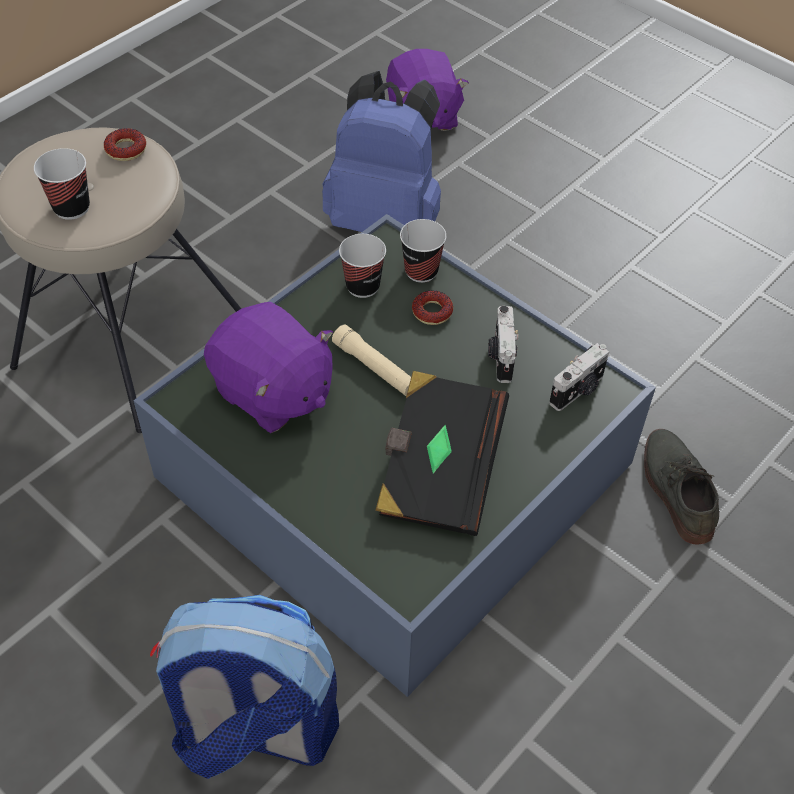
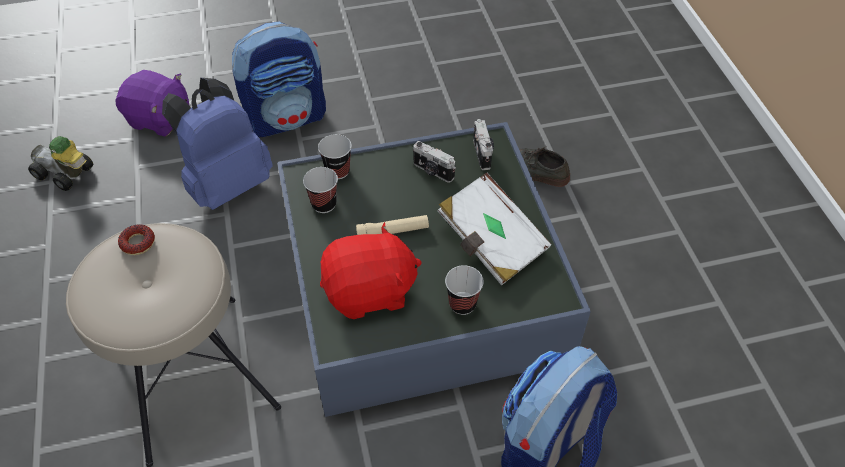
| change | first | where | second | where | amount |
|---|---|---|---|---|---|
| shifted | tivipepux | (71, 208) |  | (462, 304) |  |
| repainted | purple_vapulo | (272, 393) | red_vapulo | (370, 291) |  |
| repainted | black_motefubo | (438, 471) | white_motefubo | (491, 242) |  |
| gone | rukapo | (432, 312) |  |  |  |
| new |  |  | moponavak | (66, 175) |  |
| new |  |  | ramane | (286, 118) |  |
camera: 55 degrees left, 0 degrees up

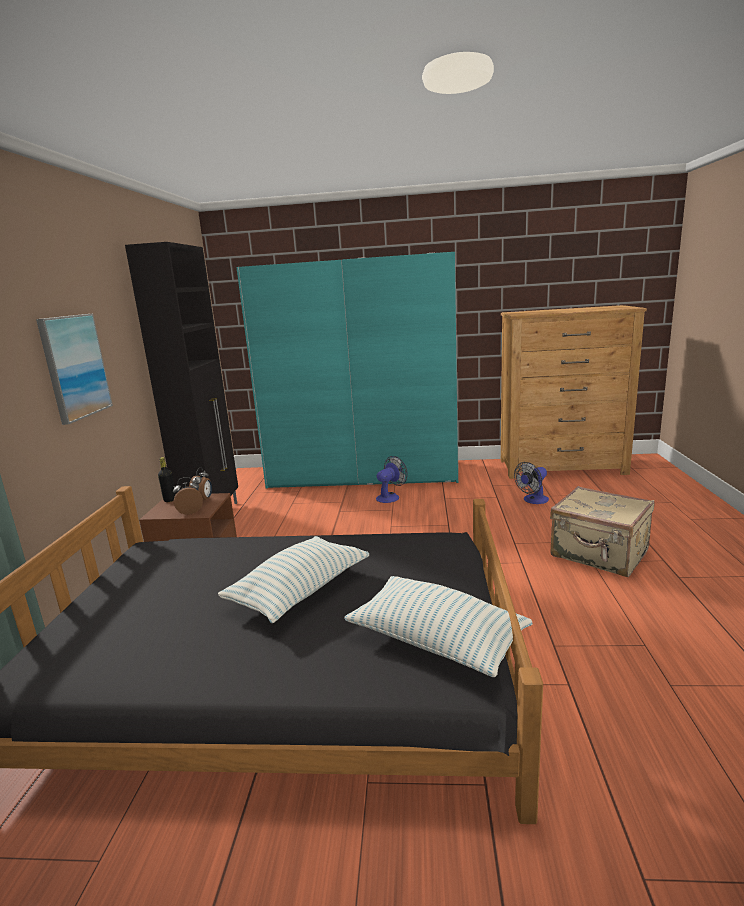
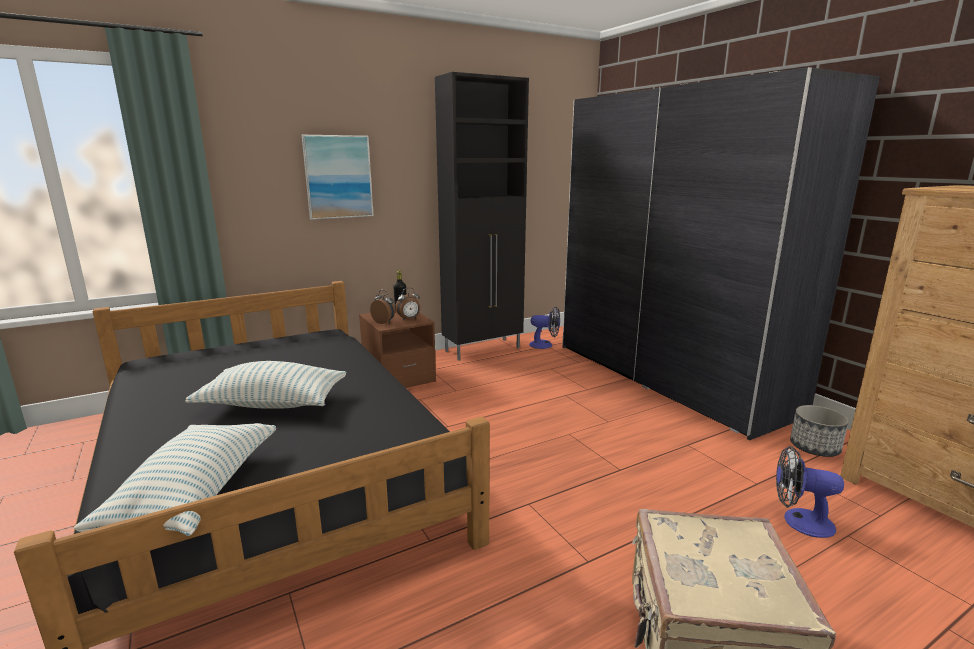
| change | first | where | second | where | amount |
|---|---|---|---|---|---|
| repainted | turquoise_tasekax | (364, 474) | grey_tasekax | (667, 377) |  |
| shifted | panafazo | (390, 497) |  | (545, 345) |  |
| new |  |  | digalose | (814, 448) |  |
camera: 55 degrees right, 0 degrees up

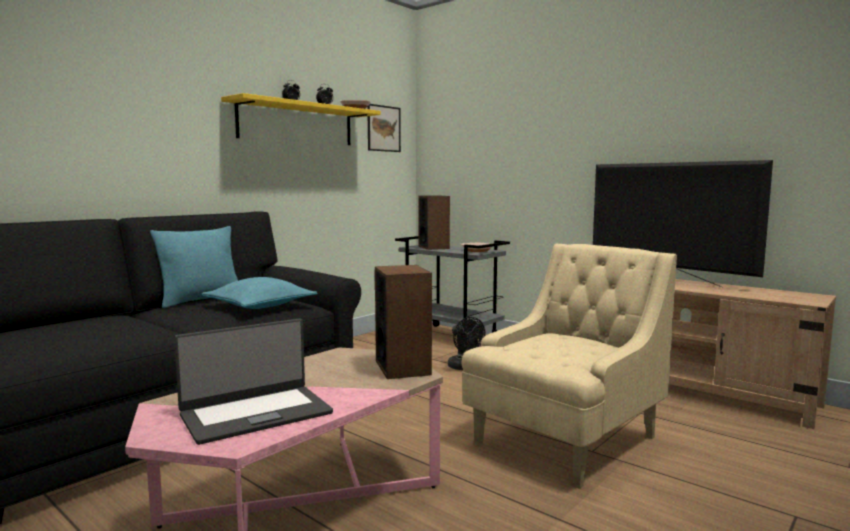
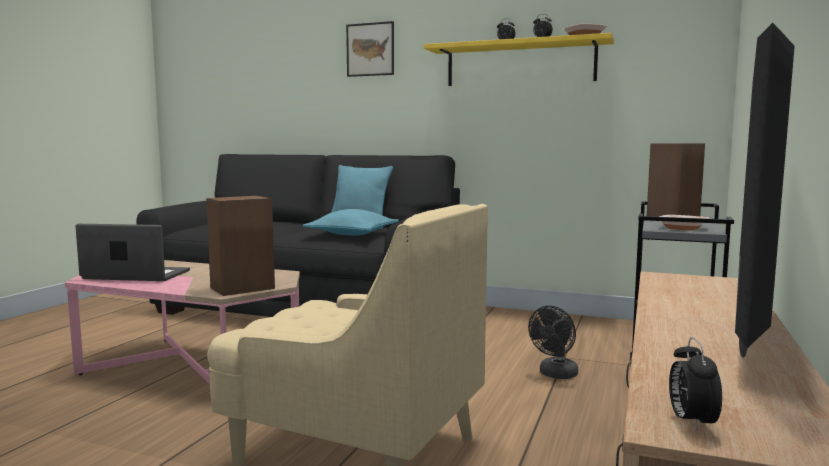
| change | first | where | second | where | amount |
|---|---|---|---|---|---|
| rotated | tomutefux | (255, 413) |  | (135, 275) | 150 degrees clockwise |
| shifted | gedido | (383, 128) |  | (370, 49) |  |
| new |  |  | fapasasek | (691, 422) |  |
camera: 70 degrees right, 0 degrees up

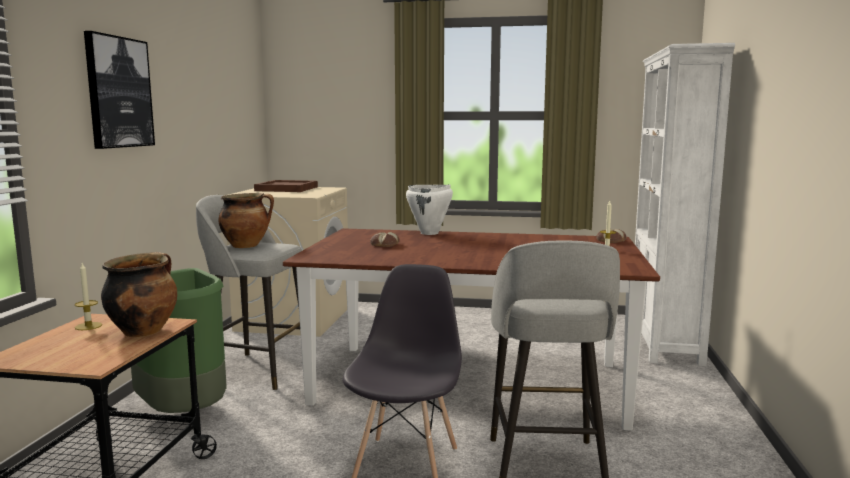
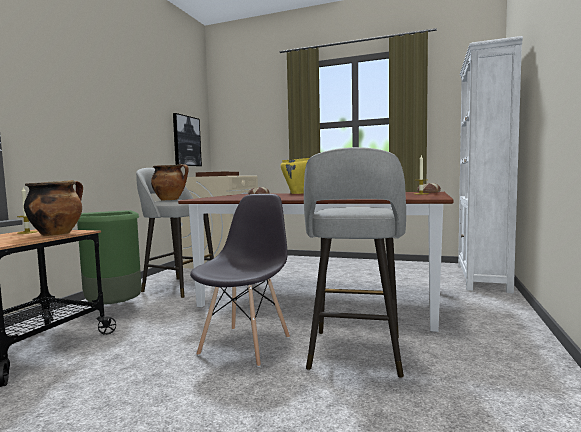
| change | first | where | second | where | amount |
|---|---|---|---|---|---|
| shifted | gedido | (118, 92) |  | (186, 141) |  |
| repainted | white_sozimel | (429, 233) | yellow_sozimel | (297, 193) |  |
camera: 10 degrees right, 5 degrees down

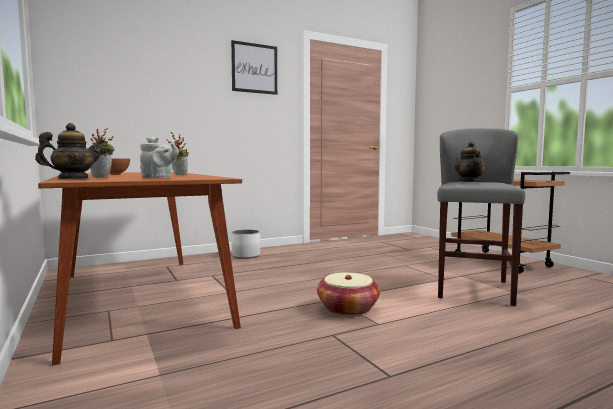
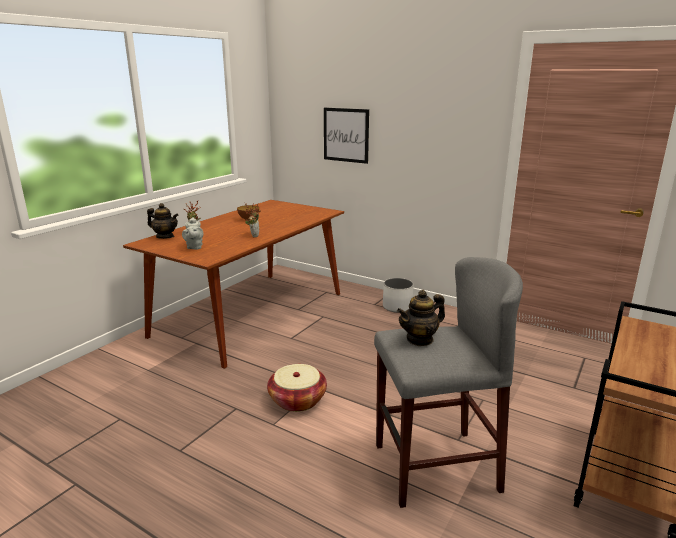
| change | first | where | second | where | amount |
|---|---|---|---|---|---|
| shifted | gedido | (254, 68) |  | (346, 135) |  |
camera: 60 degrees right, 15 degrees up

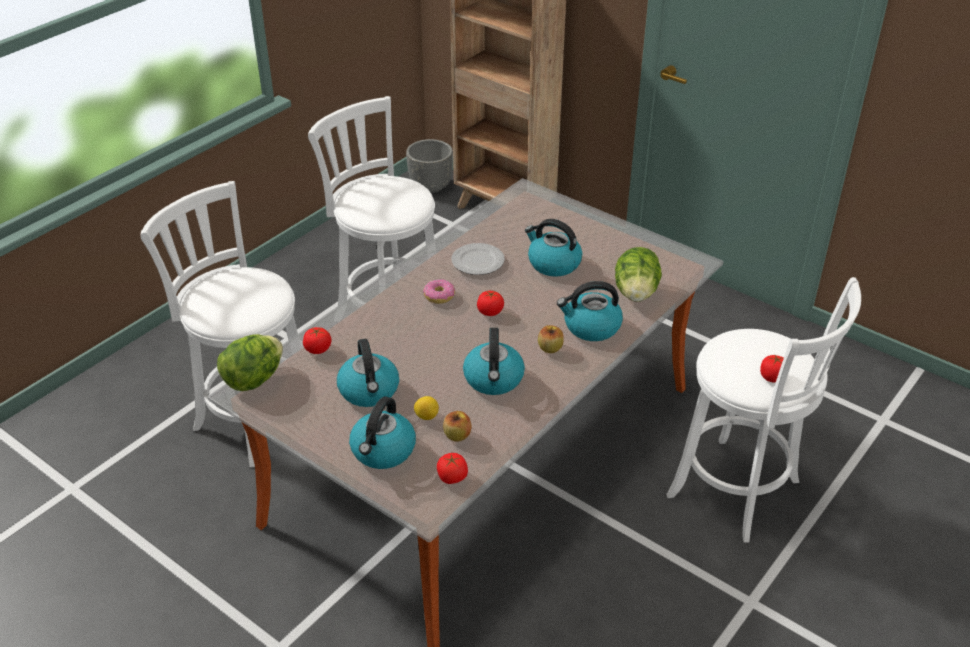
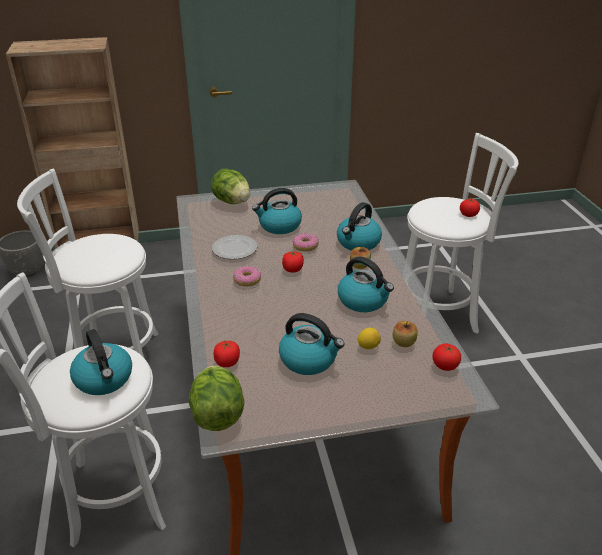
| change | first | where | second | where | amount |
|---|---|---|---|---|---|
| shifted | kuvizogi | (383, 451) |  | (104, 379) |  |
| shifted | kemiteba | (636, 293) |  | (232, 202) |  |
| new |  |  | rukapo | (305, 246) |  |
camera: 50 degrees left, 5 degrees down

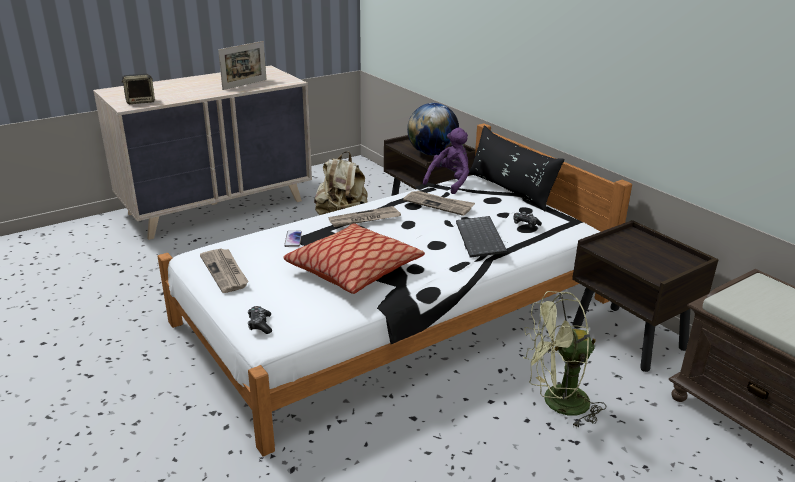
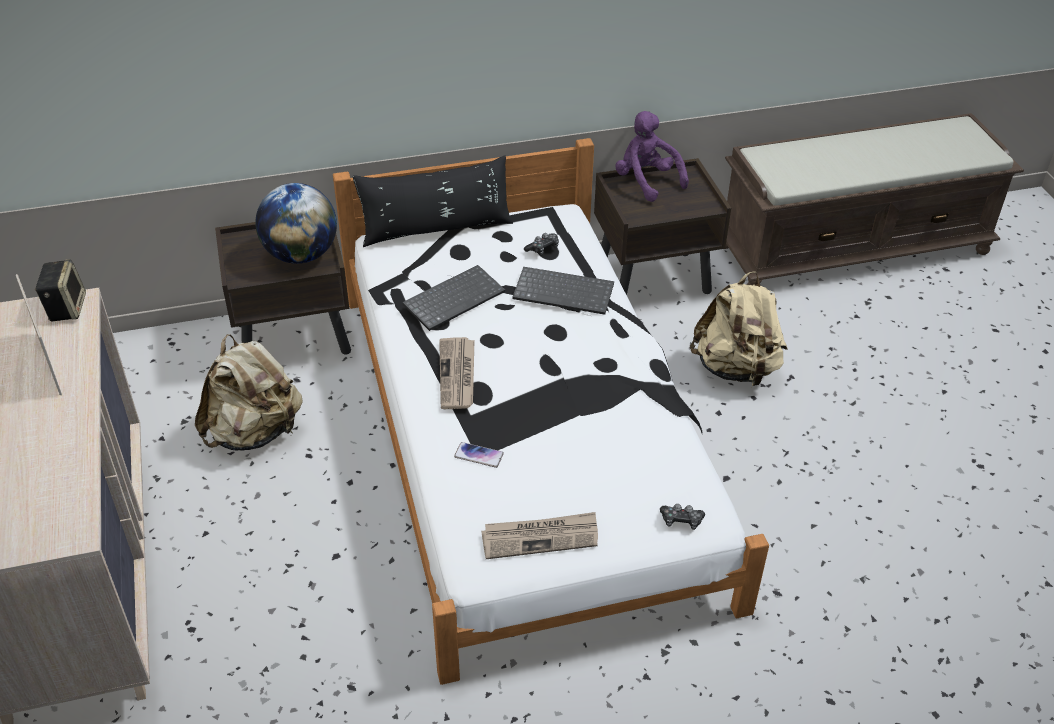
| change | first | where | second | where | amount |
|---|---|---|---|---|---|
| shifted | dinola | (141, 101) |  | (66, 308) |  |
| gone | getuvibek | (354, 270) |  |  |  |
| swapped | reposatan | (439, 204) | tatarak | (454, 298) |  |
| shifted | purple_vapulo | (450, 182) |  | (646, 181) |  |
| swapped | green_panafazo | (556, 403) | beige_ramane | (736, 368) |  |
camera: 70 degrees left, 15 degrees up

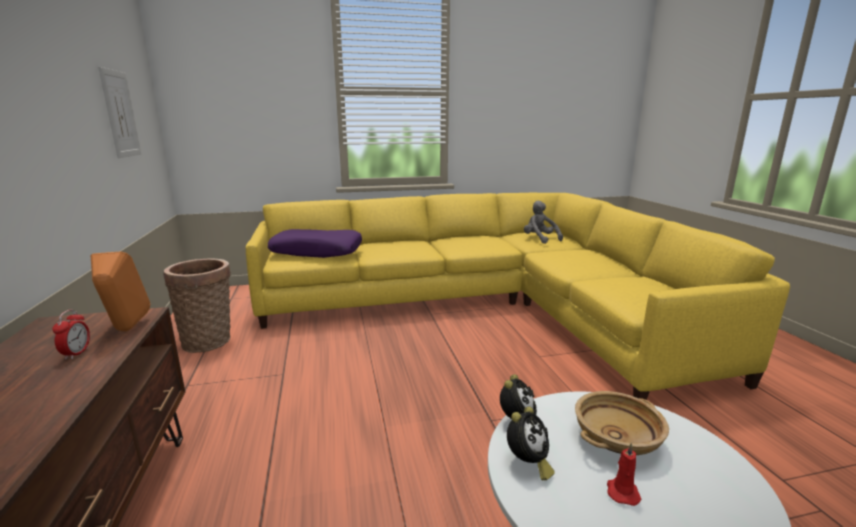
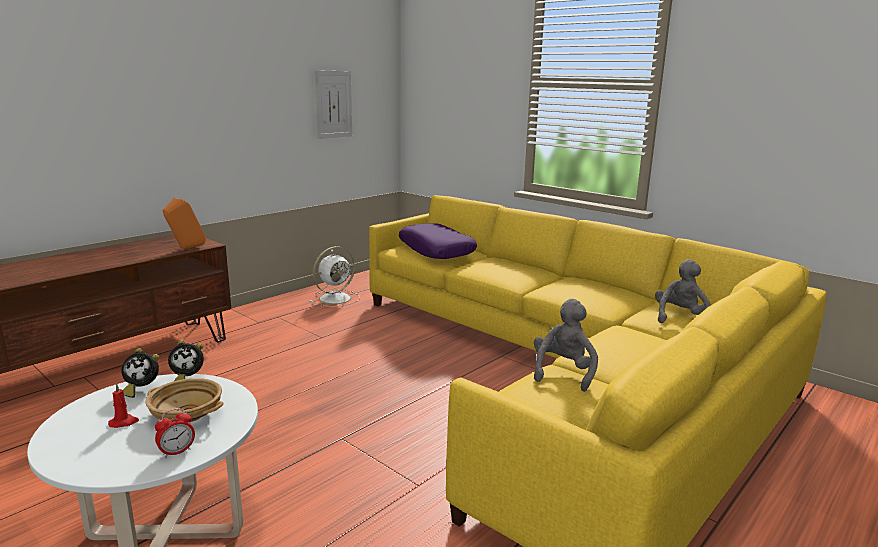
| change | first | where | second | where | amount |
|---|---|---|---|---|---|
| shifted | fapasasek | (77, 353) |  | (177, 452) |  |
| swapped | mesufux | (209, 340) | white_panafazo | (336, 298) |  |
| new |  |  | grey_vapulo | (563, 372) |  |
camera: 55 degrees right, 0 degrees up

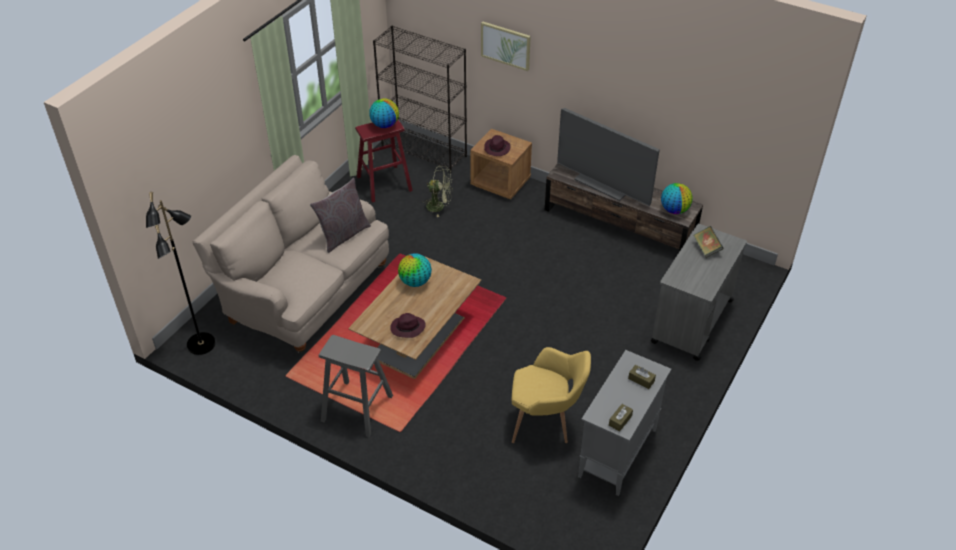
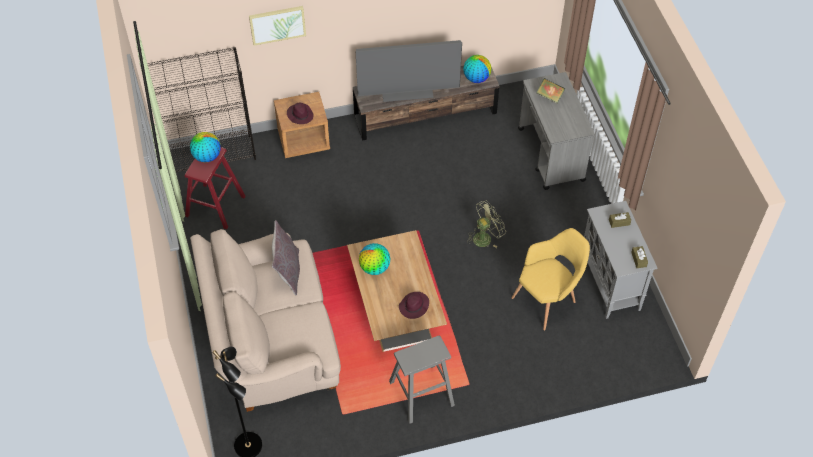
| change | first | where | second | where | amount |
|---|---|---|---|---|---|
| shifted | green_panafazo | (439, 206) |  | (485, 237) |  |
camera: 45 degrees left, 10 degrees up

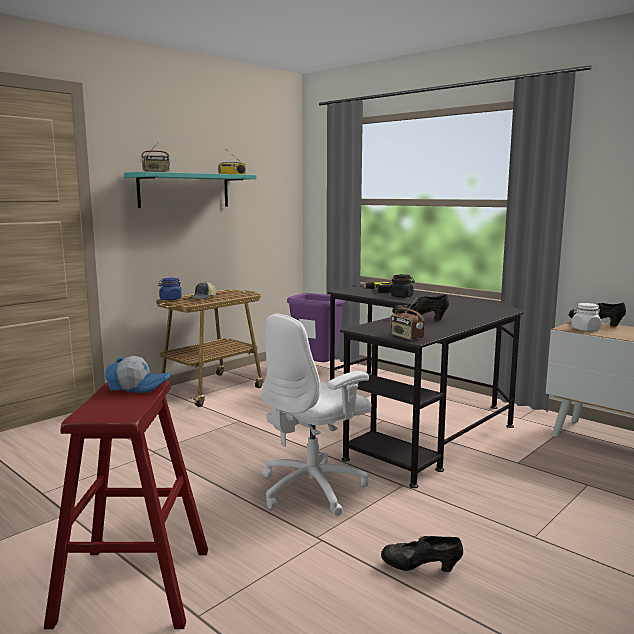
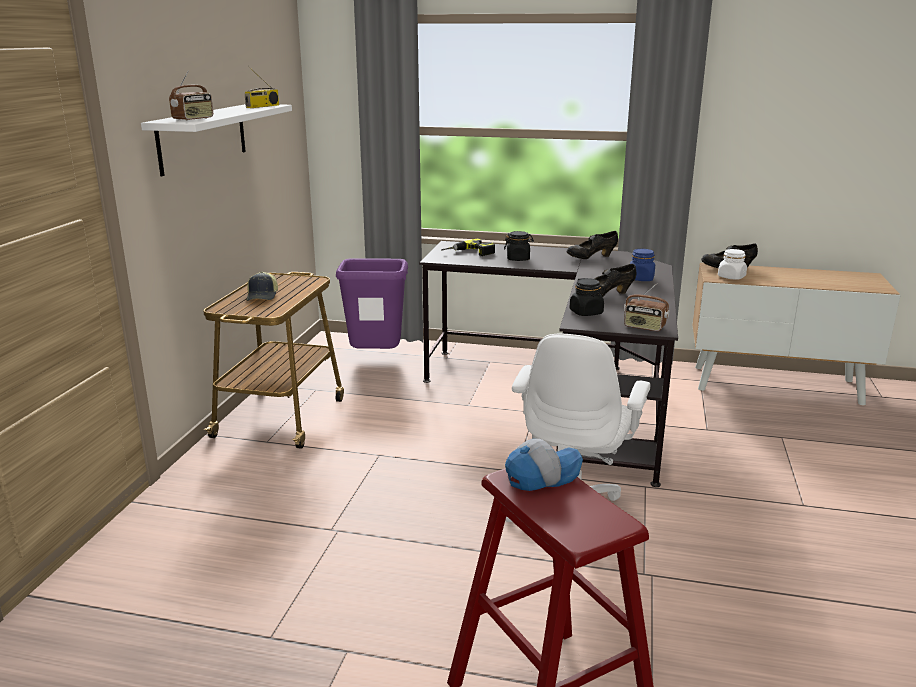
| change | first | where | second | where | amount |
|---|---|---|---|---|---|
| repainted | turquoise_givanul | (184, 190) | white_givanul | (203, 137) |  |
| shifted | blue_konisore | (170, 299) |  | (641, 279) |  |
| shifted | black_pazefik | (420, 568) |  | (591, 258) |  |
| new |  |  | black_konisore | (586, 312) |  |
camera: 30 degrees left, 10 degrees up

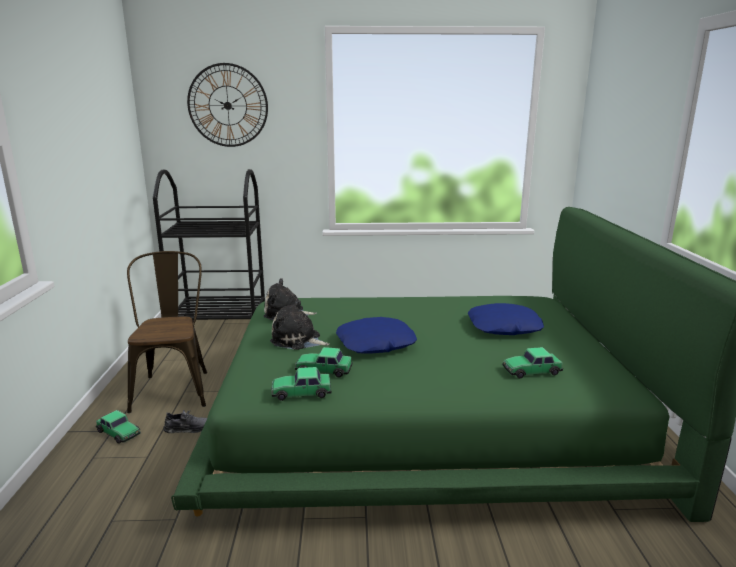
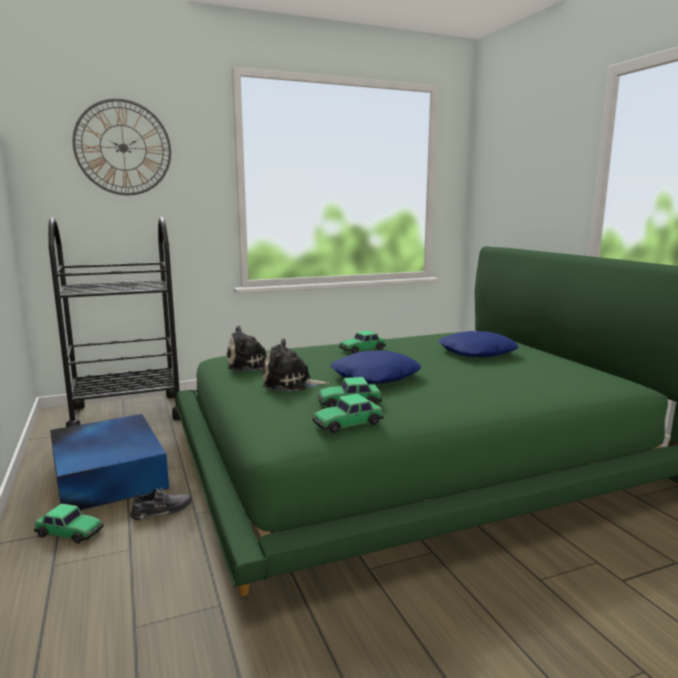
| change | first | where | second | where | amount |
|---|---|---|---|---|---|
| swapped | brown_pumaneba | (174, 387) | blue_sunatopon | (109, 473) |  |
| shifted | moponavak | (531, 371) |  | (362, 349) |  |
camera: 20 degrees left, 5 degrees down

